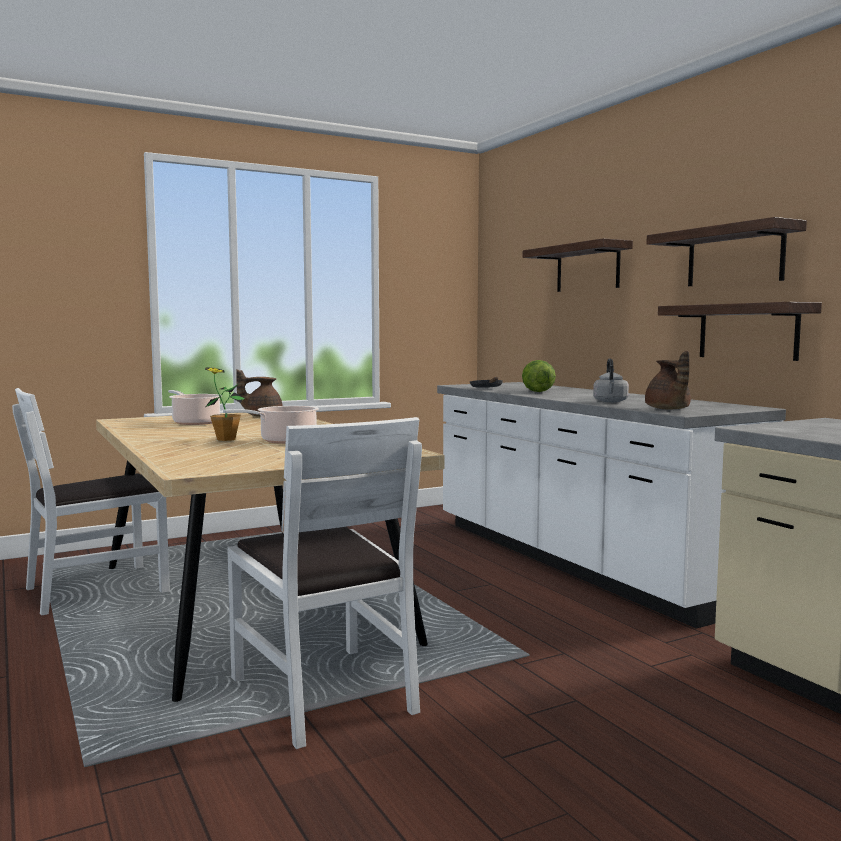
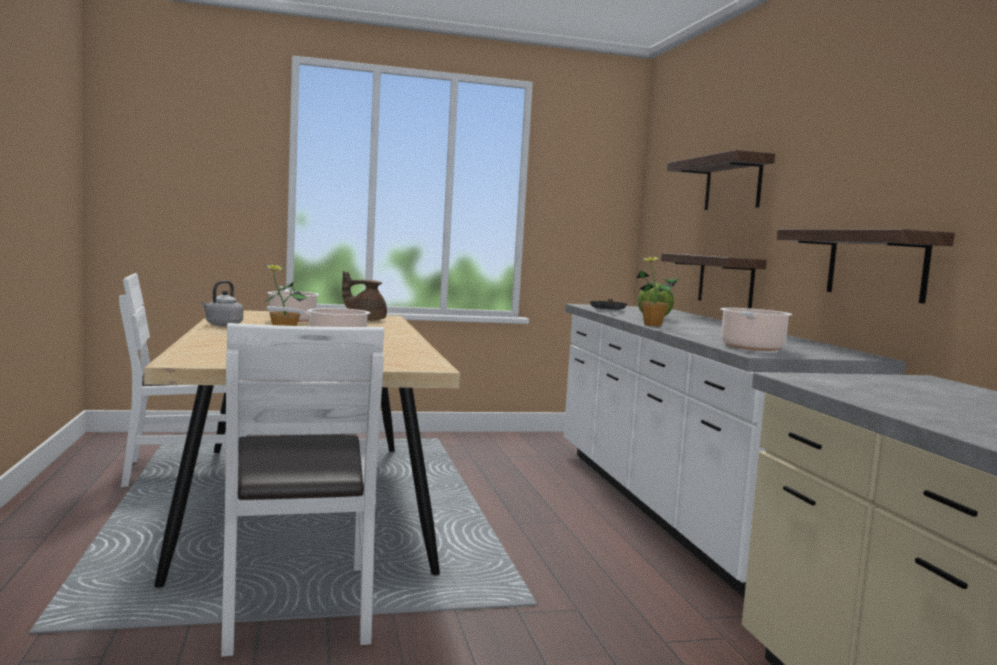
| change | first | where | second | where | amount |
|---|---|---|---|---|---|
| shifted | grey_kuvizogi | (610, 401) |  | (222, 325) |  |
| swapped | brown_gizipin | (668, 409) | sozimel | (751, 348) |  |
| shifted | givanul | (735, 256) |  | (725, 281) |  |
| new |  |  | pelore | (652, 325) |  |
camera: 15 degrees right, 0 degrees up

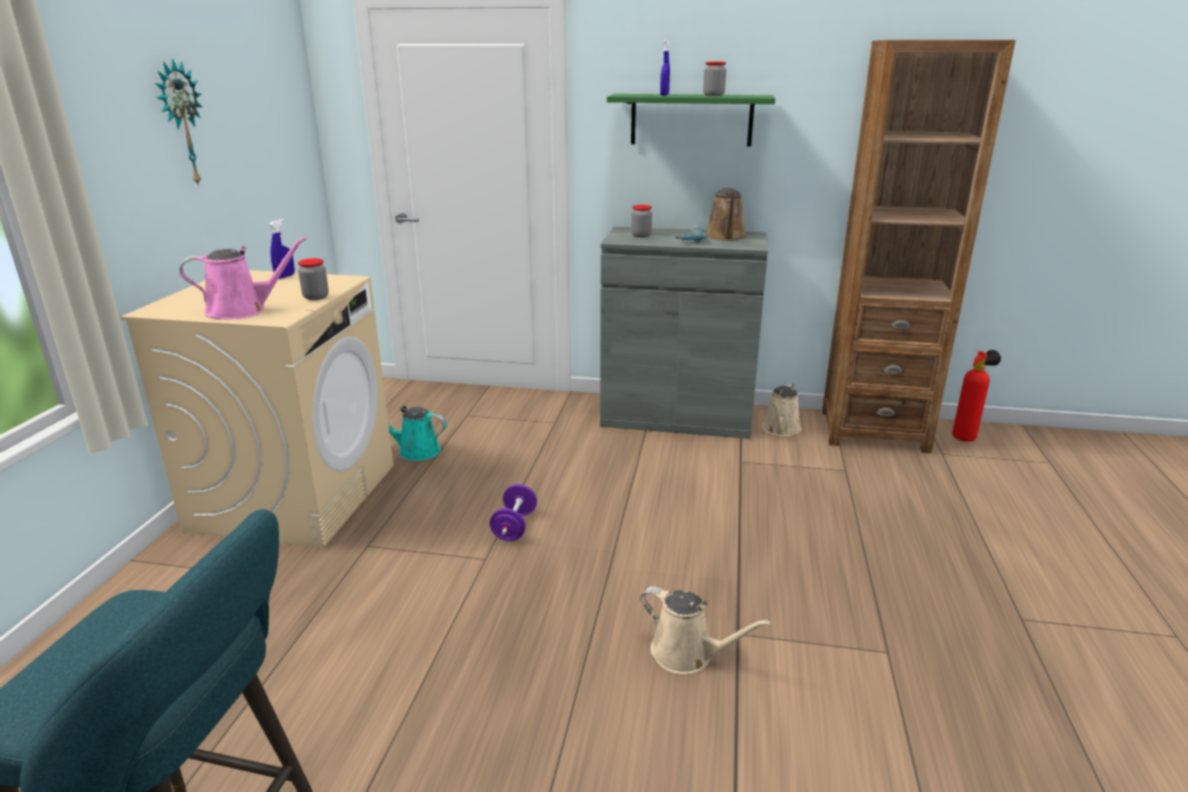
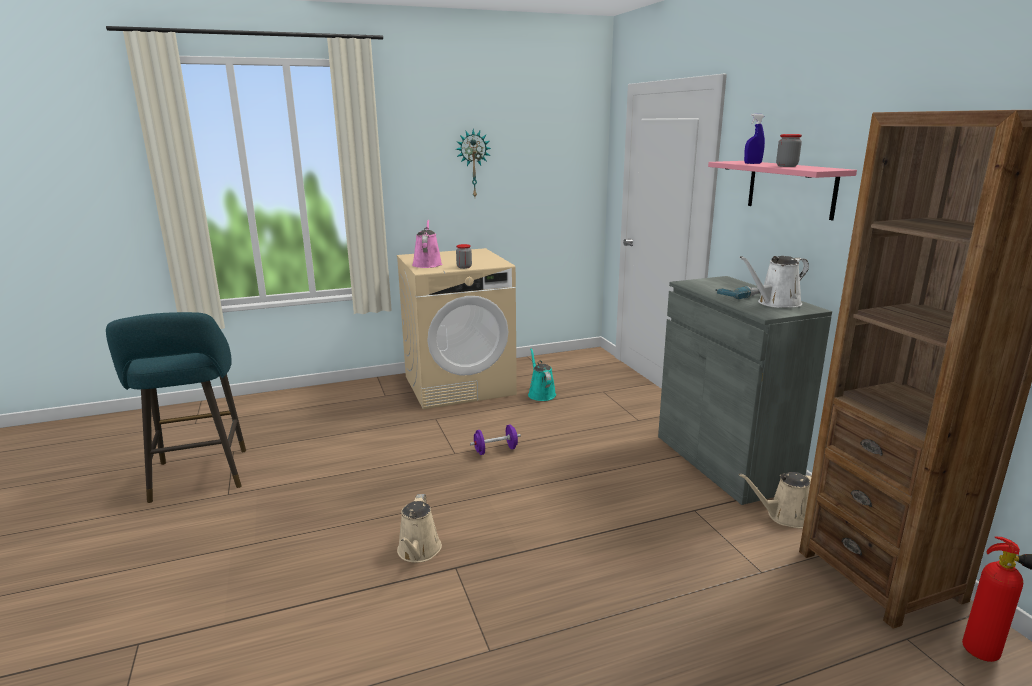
| change | first | where | second | where | amount |
|---|---|---|---|---|---|
| rotated | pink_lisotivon | (242, 310) |  | (427, 264) | 135 degrees counterclockwise |
| gone | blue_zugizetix | (285, 276) |  |  |  |
| repainted | green_givanul | (691, 120) | pink_givanul | (791, 188) |  |
| gone | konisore | (641, 236) |  |  |  |
| repainted | brown_lisotivon | (726, 237) | white_lisotivon | (776, 303) |  |
camera: 60 degrees right, 5 degrees down

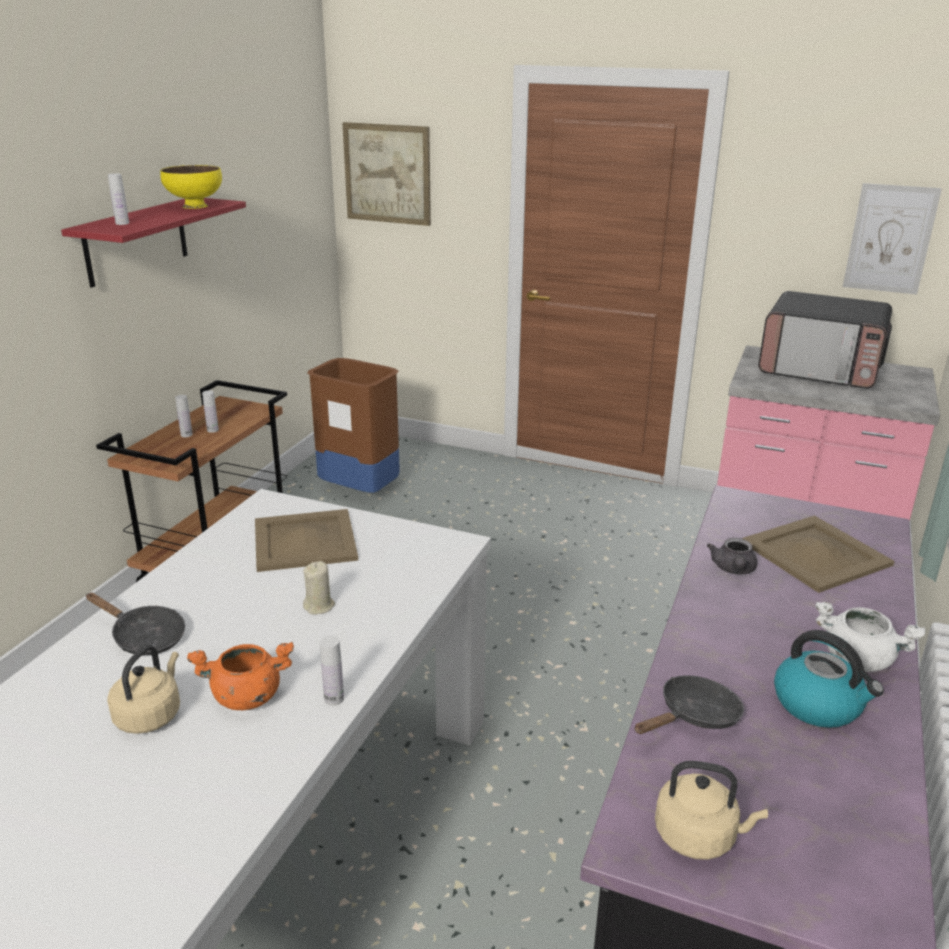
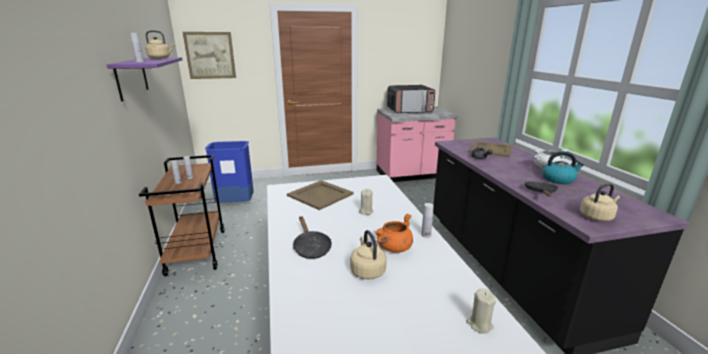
| change | first | where | second | where | amount |
|---|---|---|---|---|---|
| repainted | red_givanul | (136, 241) | purple_givanul | (131, 77) |  |
| rotated | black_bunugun | (144, 637) |  | (311, 247) | 75 degrees clockwise |
| swapped | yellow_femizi | (195, 206) | beige_kuvizogi | (160, 58) |  |
| repainted | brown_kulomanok | (360, 491) | blue_kulomanok | (235, 204) |  |
| gone | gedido | (890, 239) |  |  |  |
| new |  |  | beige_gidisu | (479, 324) |  |
camera: 35 degrees left, 5 degrees down

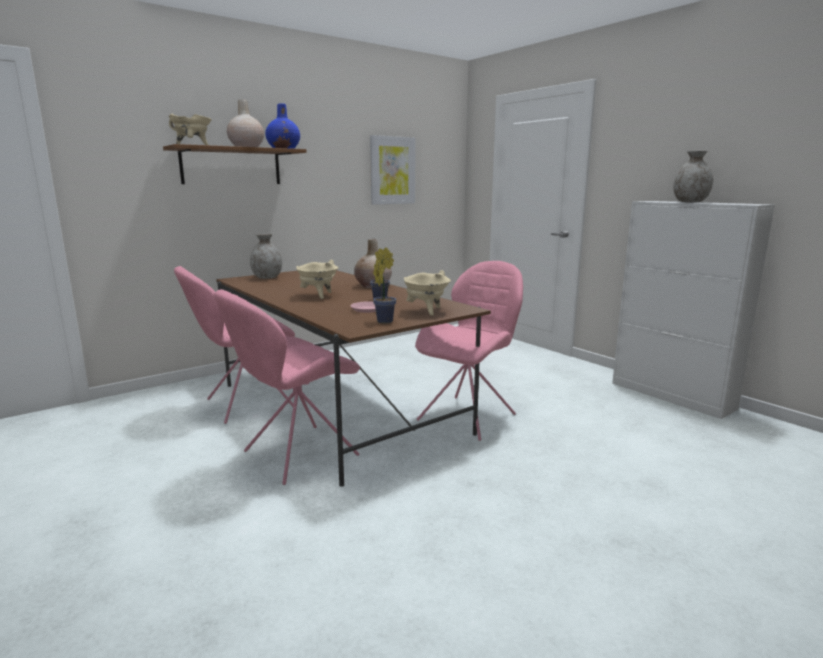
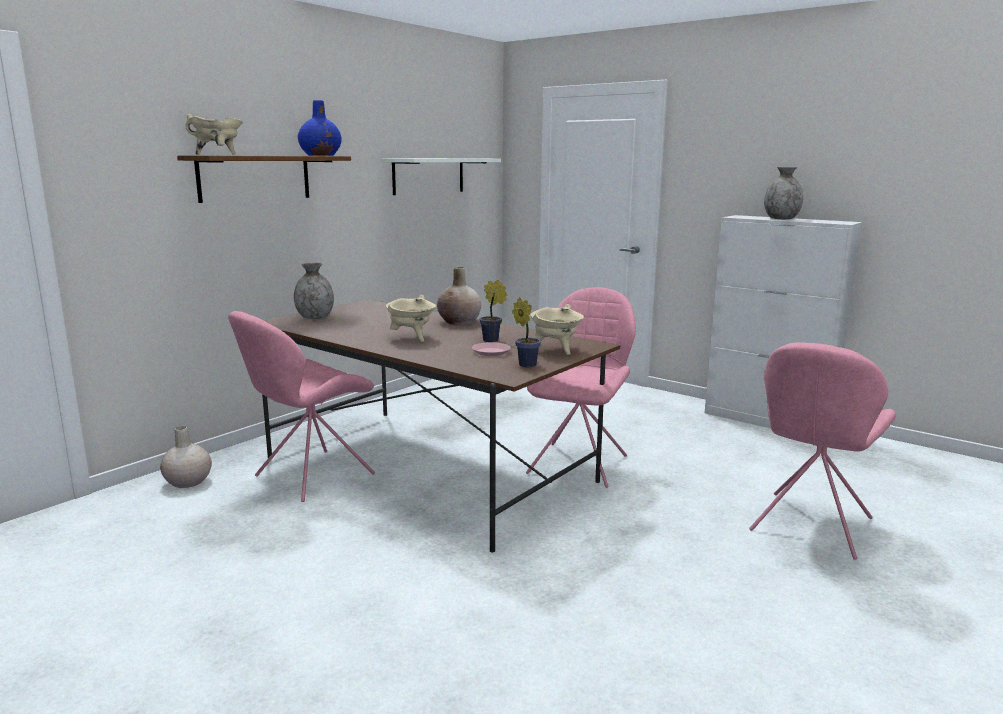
| change | first | where | second | where | amount |
|---|---|---|---|---|---|
| shifted | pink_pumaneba | (296, 455) |  | (809, 526) |  |
| shifted | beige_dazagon | (246, 147) |  | (187, 482) |  |
| swapped | gedido | (392, 170) | white_givanul | (428, 175) |  |
camera: 15 degrees left, 0 degrees up

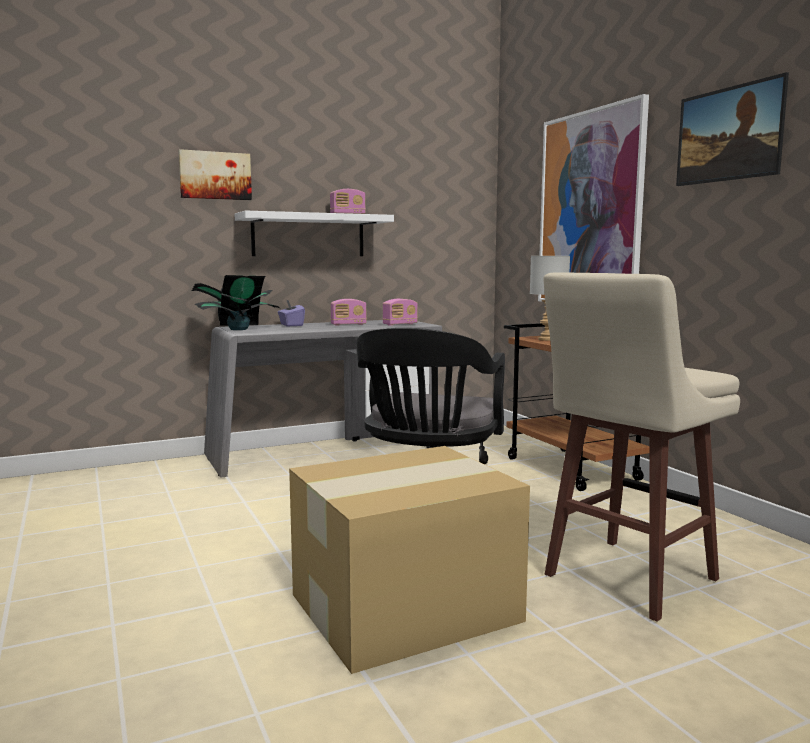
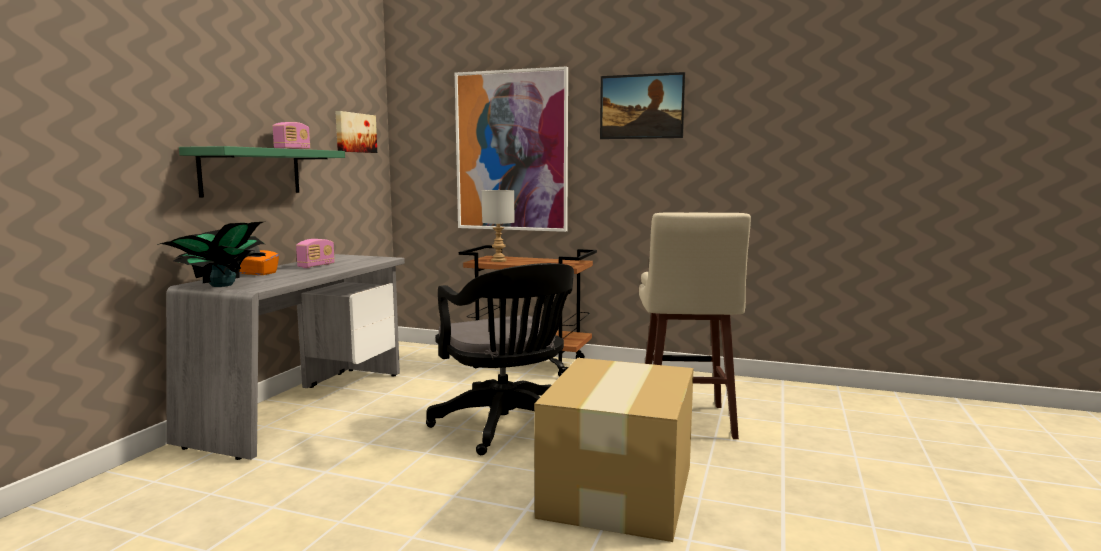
| change | first | where | second | where | amount |
|---|---|---|---|---|---|
| shifted | gedido | (215, 175) |  | (355, 132) |  |
| repainted | white_givanul | (308, 235) | green_givanul | (251, 172) |  |
| repainted | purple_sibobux | (291, 325) | orange_sibobux | (257, 273) |  |
| gone | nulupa | (400, 324) |  |  |  |
camera: 45 degrees left, 0 degrees up

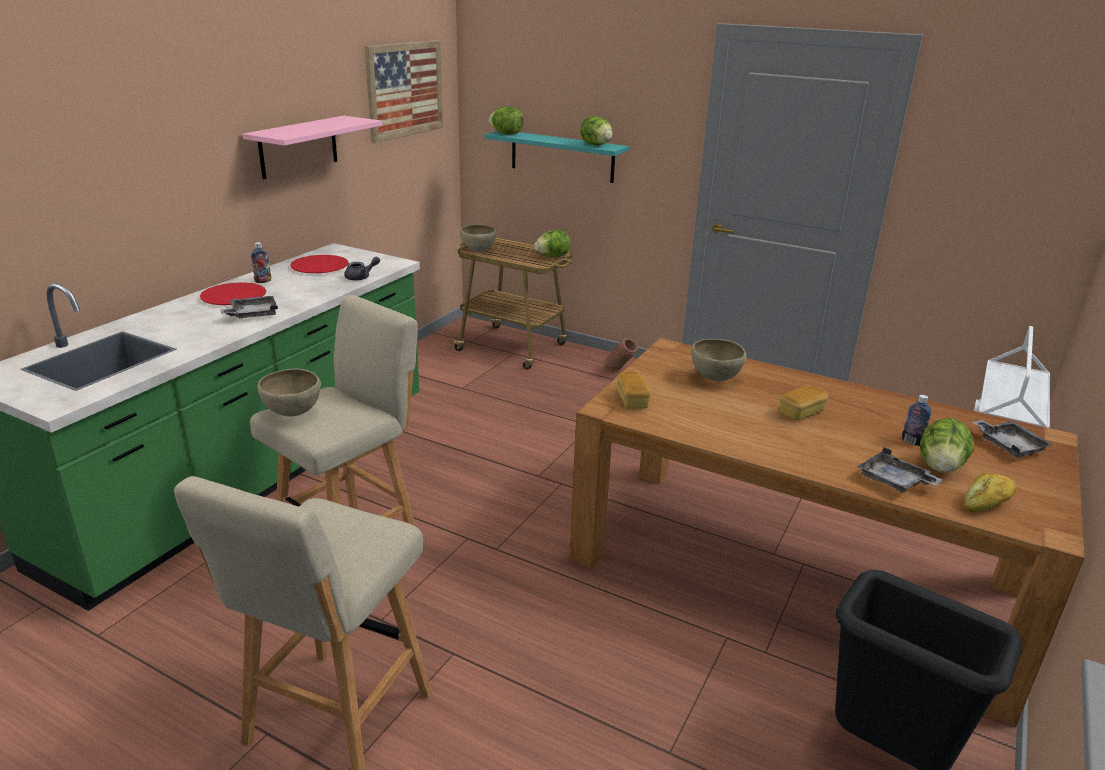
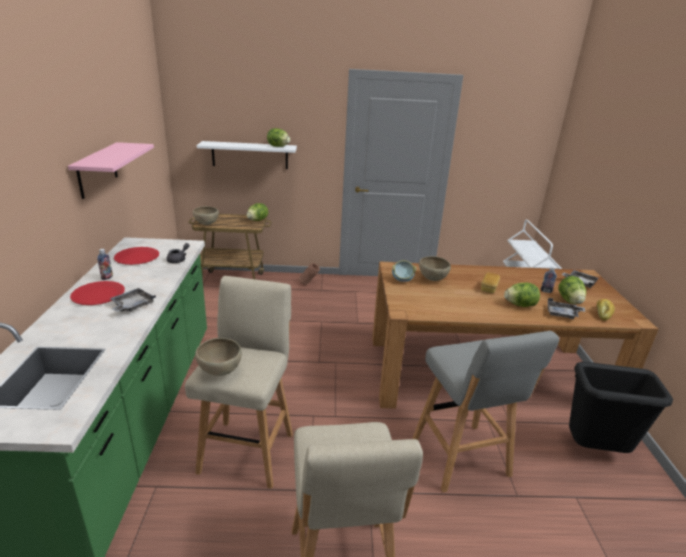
| change | first | where | second | where | amount |
|---|---|---|---|---|---|
| gone | gedido | (405, 89) |  |  |  |
| repainted | turquoise_givanul | (562, 156) | white_givanul | (250, 155) |  |
| shifted | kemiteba | (506, 134) |  | (520, 305) |  |
| gone | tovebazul | (632, 400) |  |  |  |
| new |  |  | femizi | (402, 280) |  |
| new |  |  | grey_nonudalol | (462, 459) |  |
camera: 30 degrees left, 0 degrees up

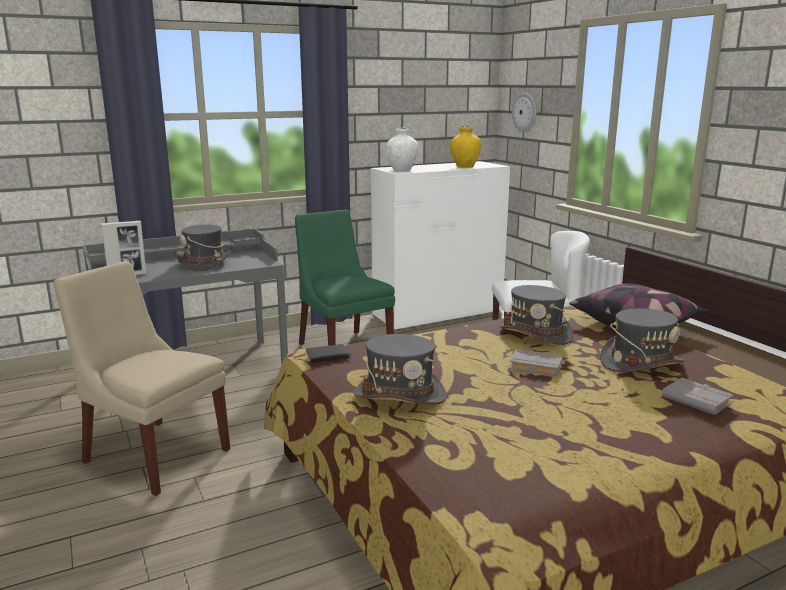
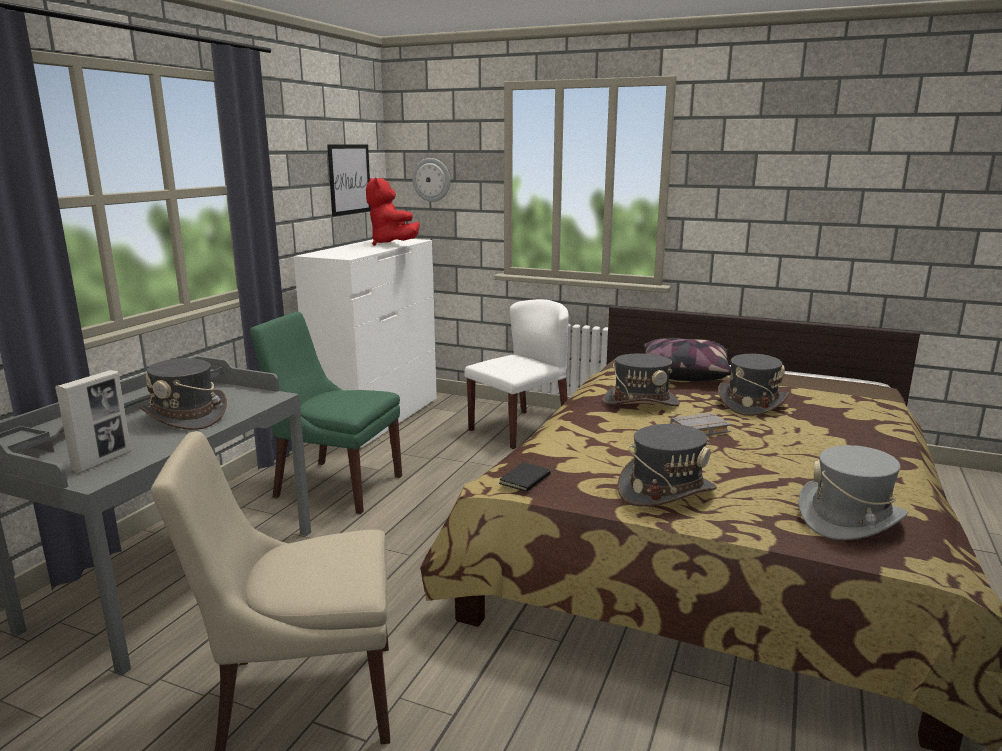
| change | first | where | second | where | amount |
|---|---|---|---|---|---|
| gone | white_dazagon | (402, 169) |  |  |  |
| swapped | yellow_dazagon | (465, 166) | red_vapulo | (391, 244) |  |
| gone | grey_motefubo | (698, 400) |  |  |  |
| new |  |  | gedido | (349, 179) |  |
| new |  |  | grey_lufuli | (850, 519) |  |
camera: 40 degrees left, 0 degrees up

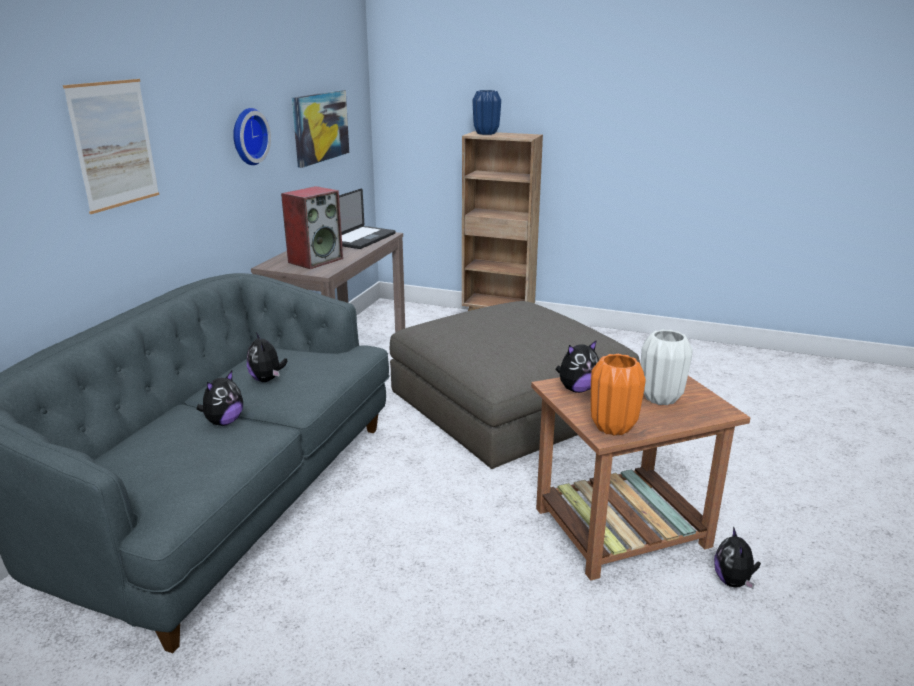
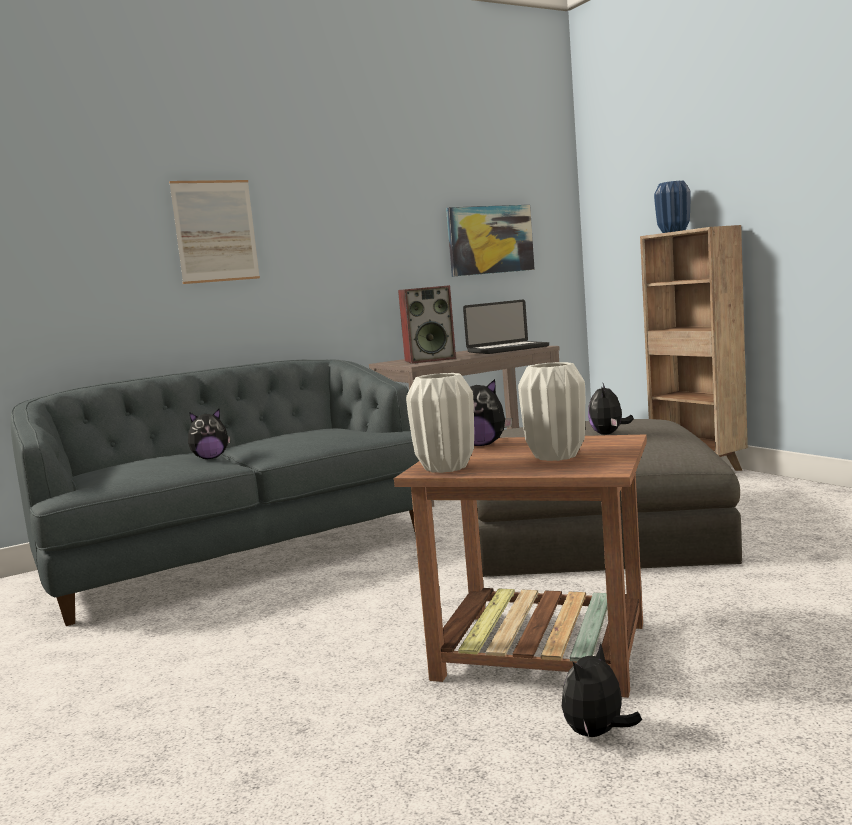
| change | first | where | second | where | amount |
|---|---|---|---|---|---|
| gone | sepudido | (247, 136) |  |  |  |
| shifted | vapulo | (267, 379) |  | (608, 434) |  |
| repainted | orange_dazagon | (612, 427) | white_dazagon | (446, 468) |  |
camera: 40 degrees right, 15 degrees down

